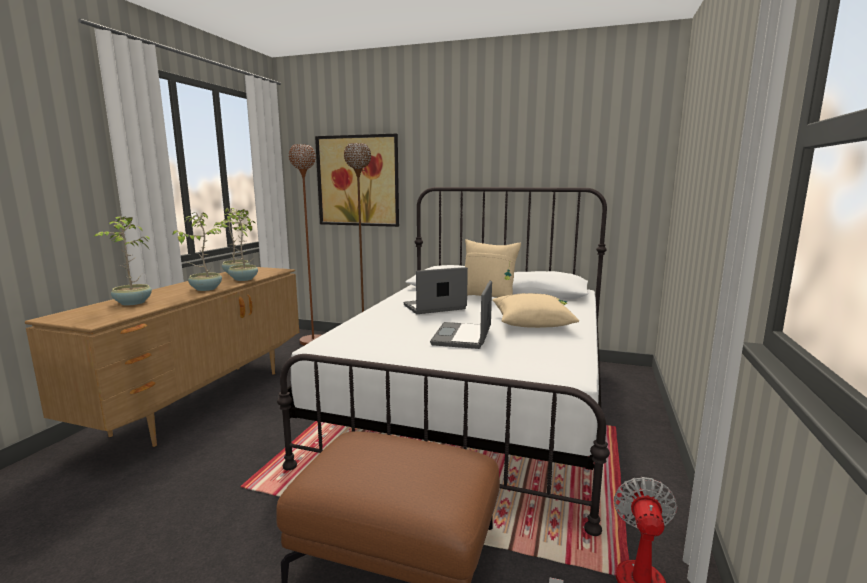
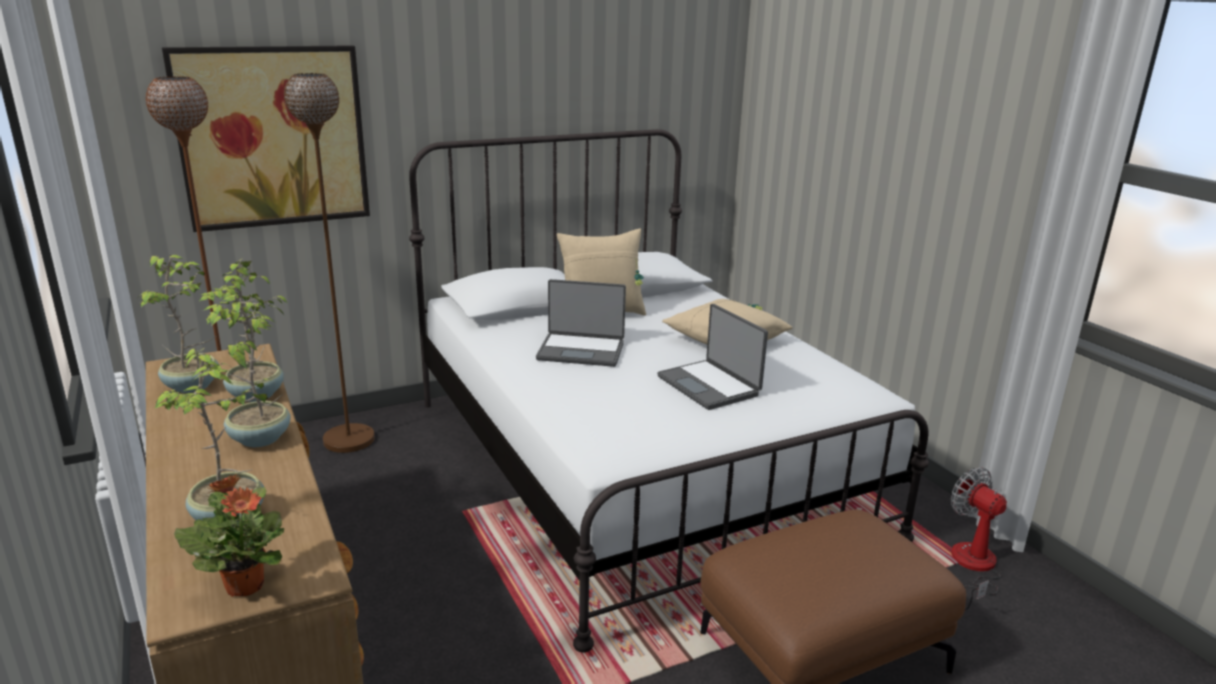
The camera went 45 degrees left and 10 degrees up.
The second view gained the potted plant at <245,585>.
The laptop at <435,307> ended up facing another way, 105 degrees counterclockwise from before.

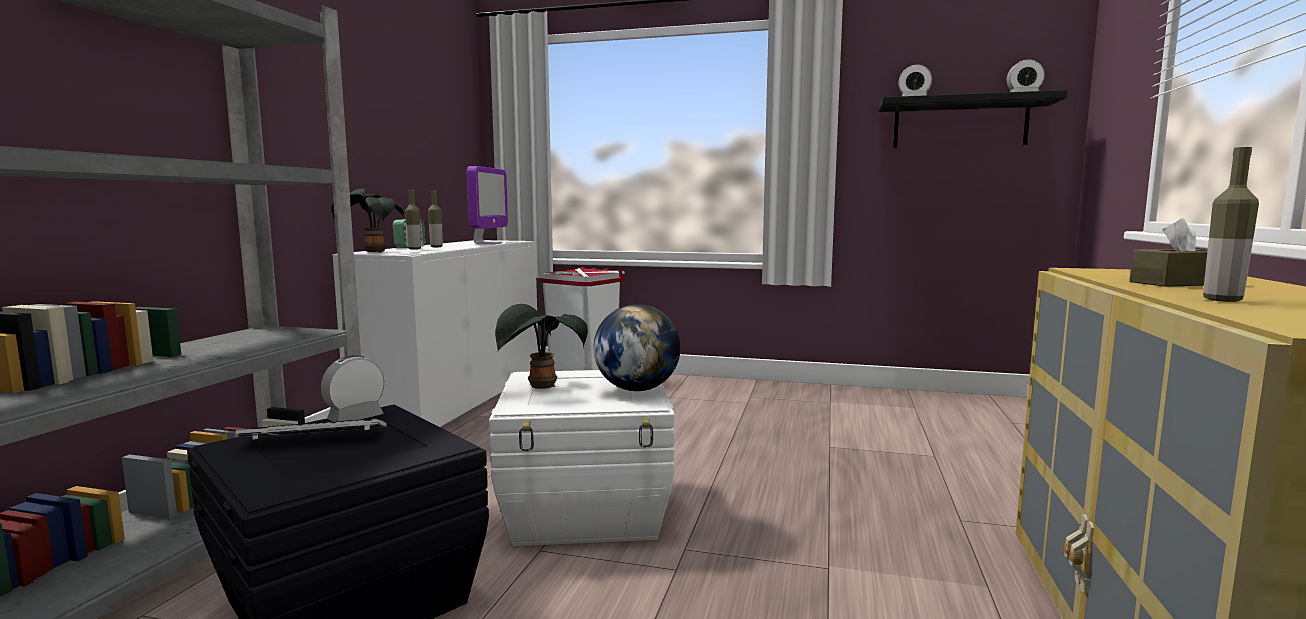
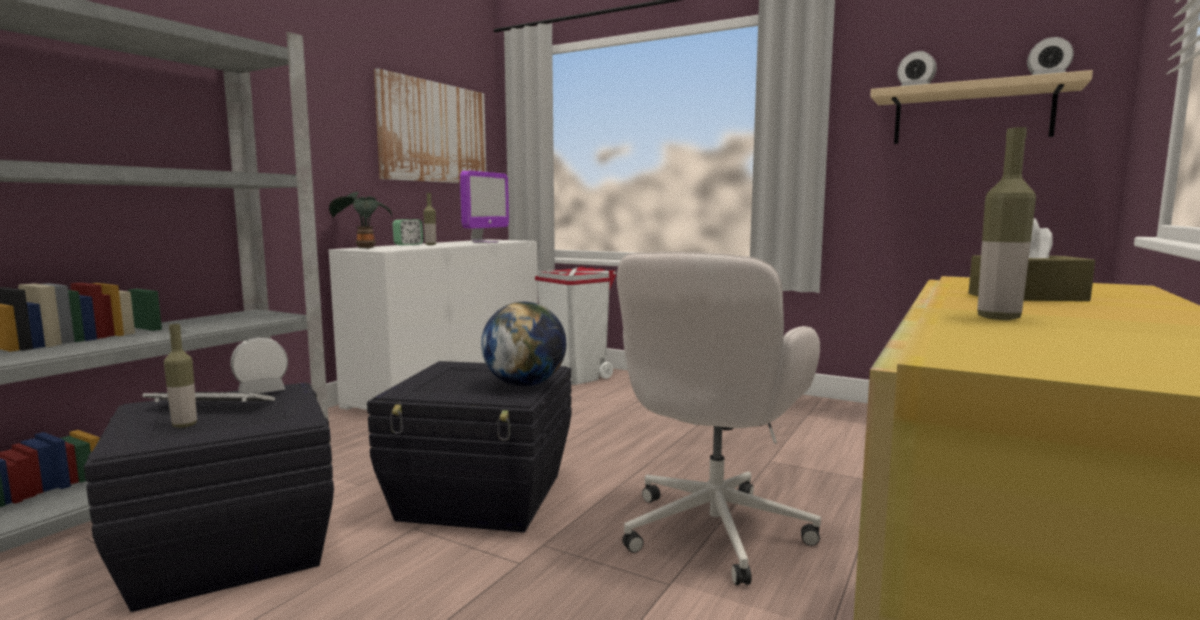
The camera went 15 degrees right and 0 degrees up.
The second view lost the potted plant at <540,387>.
The second view gained the wall picture at <434,132>.
The second view gained the whitish computer chair at <714,531>.
The beverage bottle ended up elsewhere, having gone from <414,249> to <184,425>.
What was the whitish storage box at <587,511> turned into the black-coloured storage box at <483,497>.
What was the black-coloured shelf at <959,124> turned into the sand-coloured shelf at <971,115>.

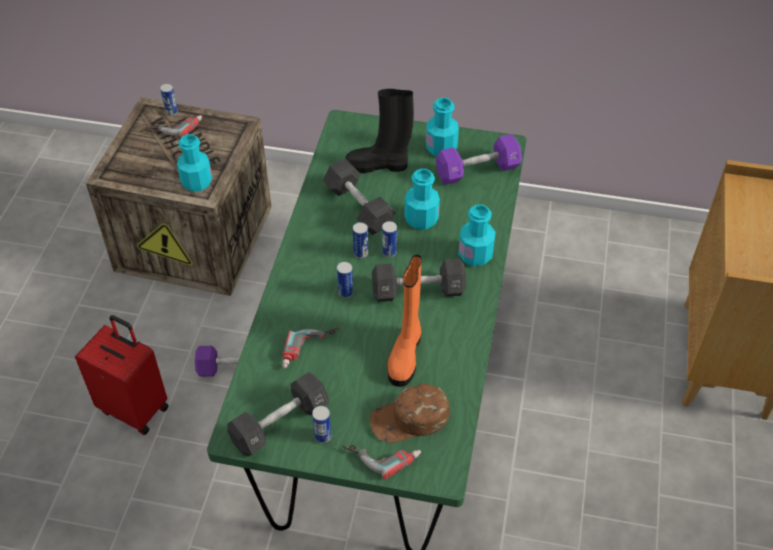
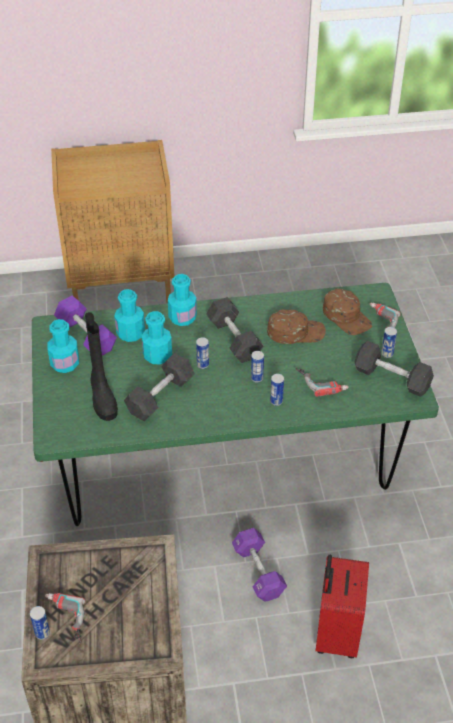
The camera went 110 degrees left and 5 degrees down.
The blue-green beverage bottle ended up elsewhere, having gone from <197,182> to <130,333>.
The can ended up elsewhere, having gone from <361,253> to <276,401>.
Where the orange tall boot stood at <405,354>, the brown-coloured baseball cap came to stand at <296,331>.

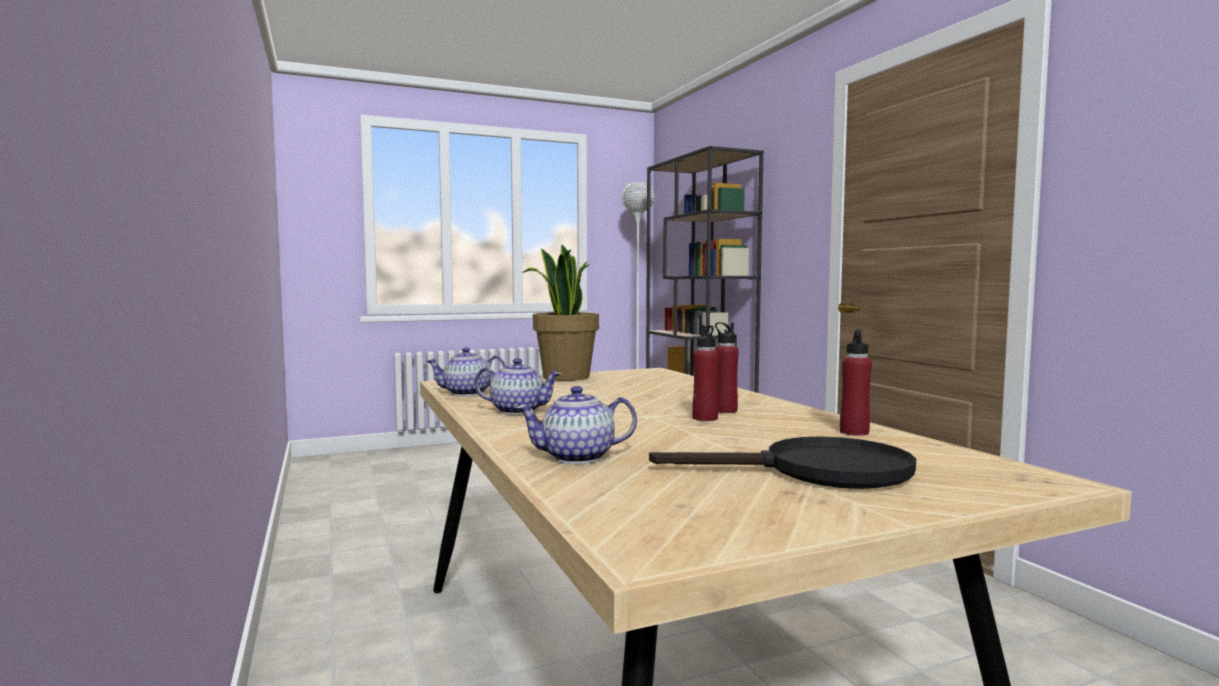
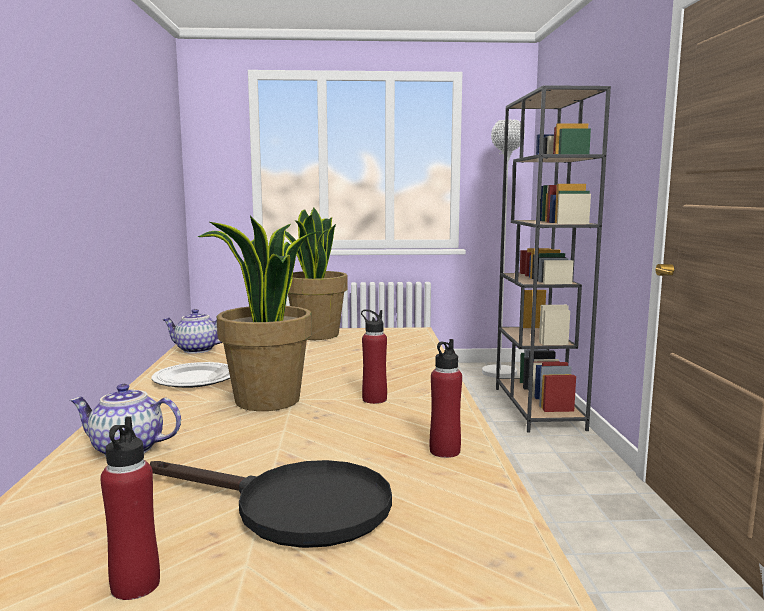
The camera went 20 degrees right and 5 degrees up.
The second view gained the potted plant at <267,401>.
The red beverage bottle ended up elsewhere, having gone from <705,418> to <135,585>.
Where the tea pot stood at <518,411>, the dinner plate came to stand at <195,378>.

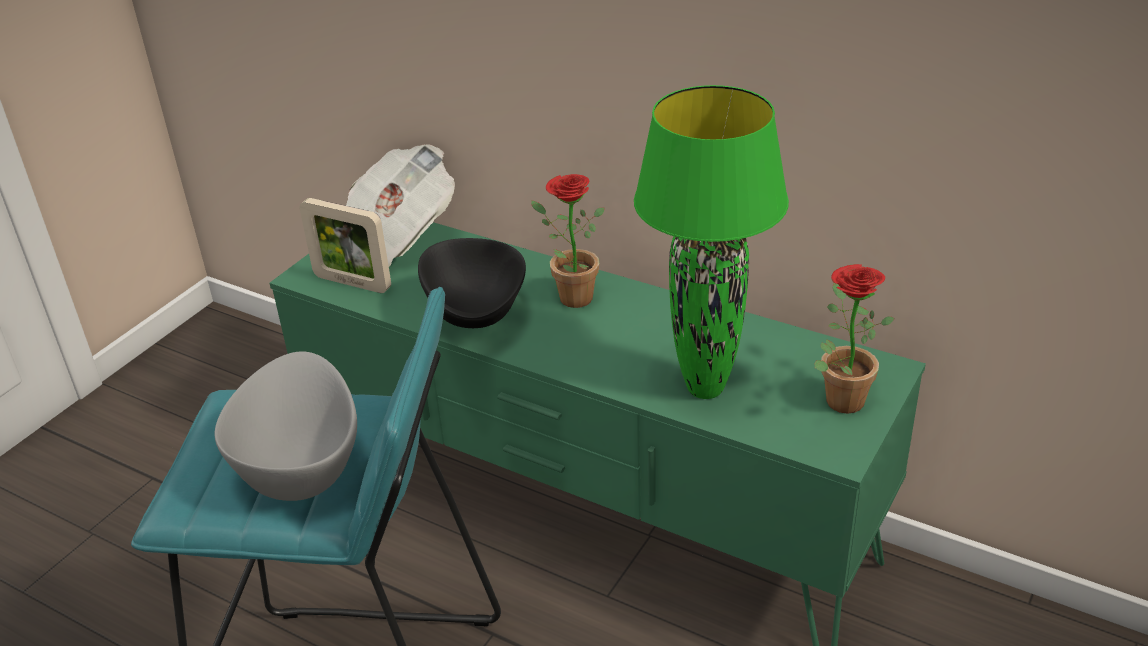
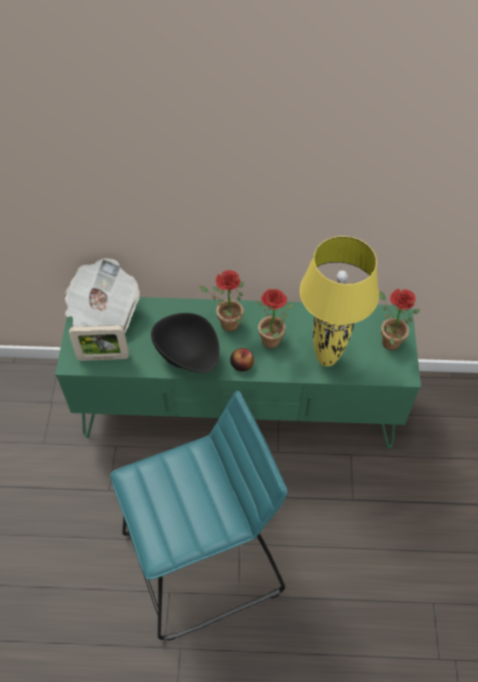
The camera went 30 degrees left and 20 degrees up.
The second view lost the grey deep dish at <302,465>.
The second view gained the whole apple at <242,364>.
The second view gained the potted plant at <273,344>.
What was the green-coloured tabletop lamp at <706,388> turned into the yellow tabletop lamp at <327,359>.

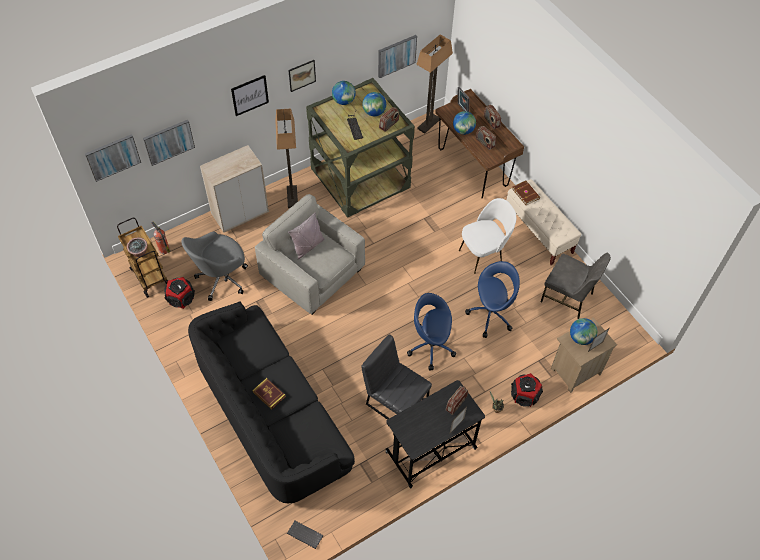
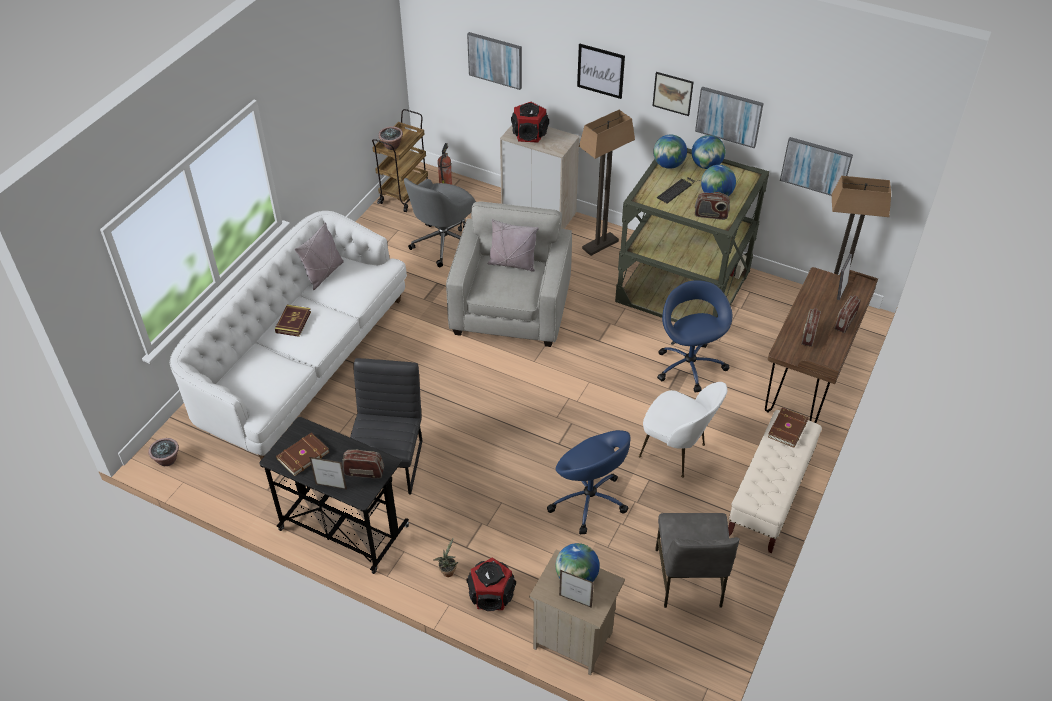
The camera went 60 degrees right and 10 degrees down.
The second view gained the brown-coloured book at <302,455>.
The second view gained the purple-coloured pillow at <324,274>.
The wall picture ended up elsewhere, having gone from <113,157> to <729,116>.
The speaker ended up elsewhere, having gone from <181,298> to <529,134>.
The blue-coloured computer chair ended up elsewhere, having gone from <430,346> to <689,366>.
The world globe ended up elsewhere, having gone from <463,130> to <668,165>.
Where the keyboard stood at <304,535>, the potted plant came to stand at <167,460>.
What was the black-coloured couch at <271,414> turned into the whitish couch at <302,362>.
The grey computer chair at <221,279> ended up facing another way, 75 degrees counterclockwise from before.

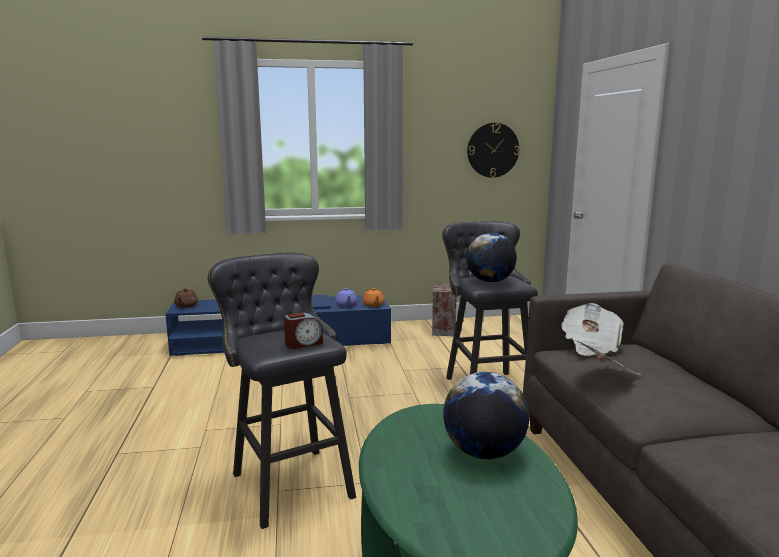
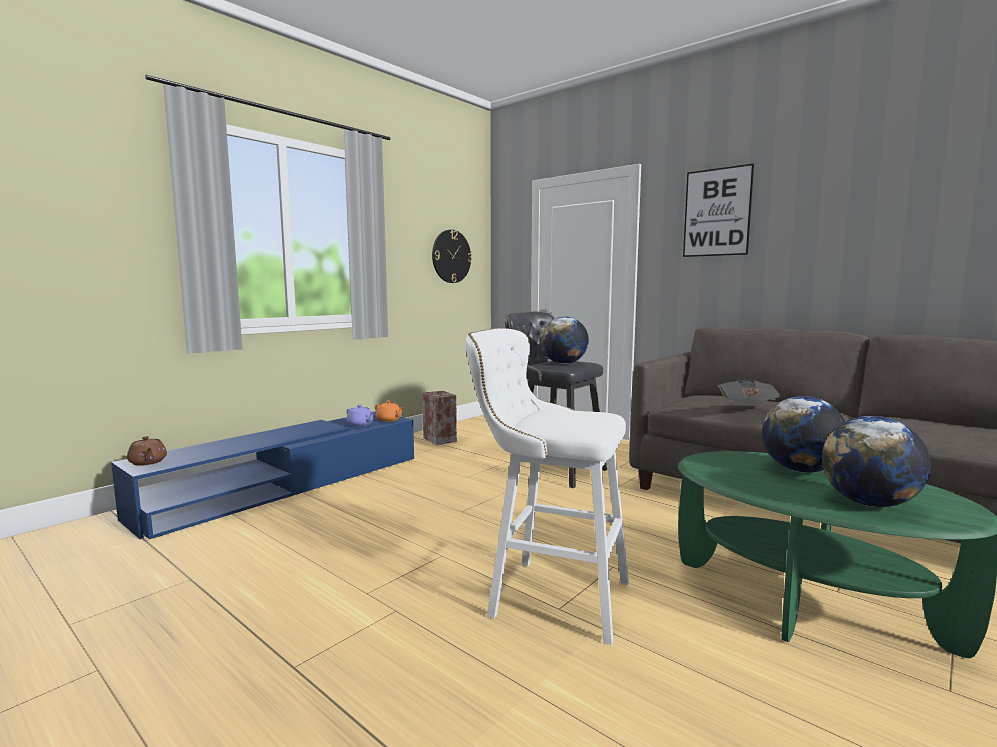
The camera went 40 degrees left and 5 degrees down.
The second view lost the alarm clock at <303,343>.
The second view lost the printed paper at <590,345>.
The second view gained the wall picture at <717,212>.
The second view gained the world globe at <869,503>.
What was the black-coloured sitting stool at <287,477> turned into the whitish sitting stool at <543,594>.

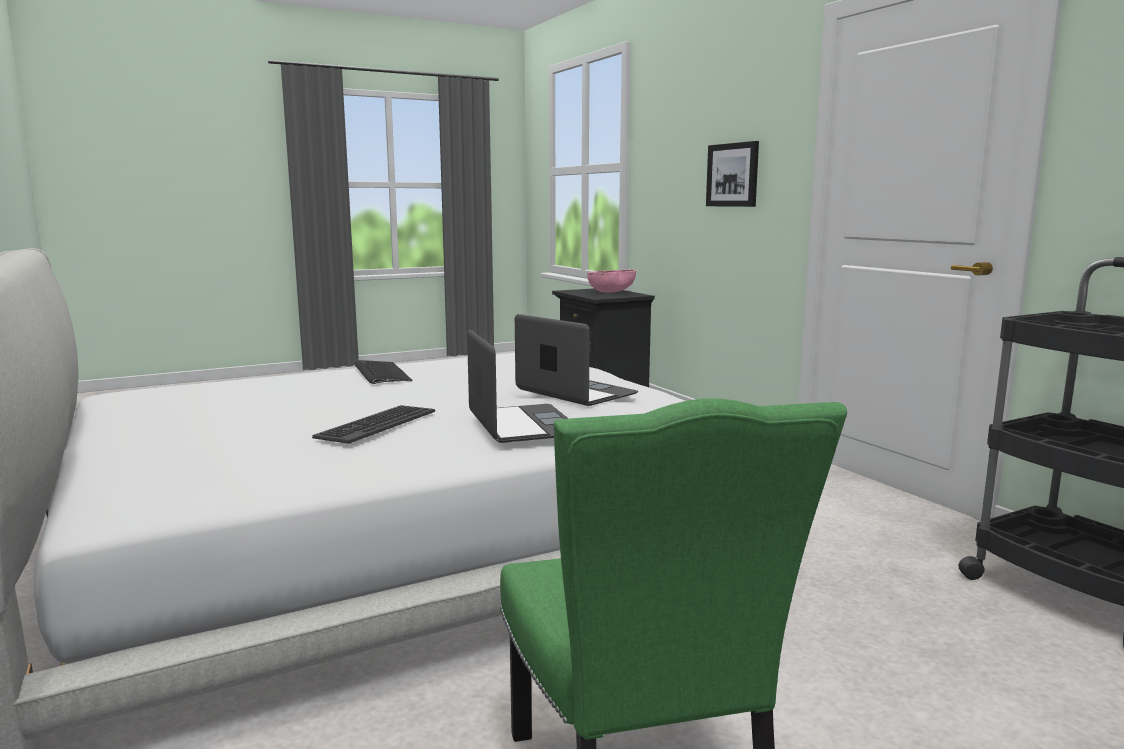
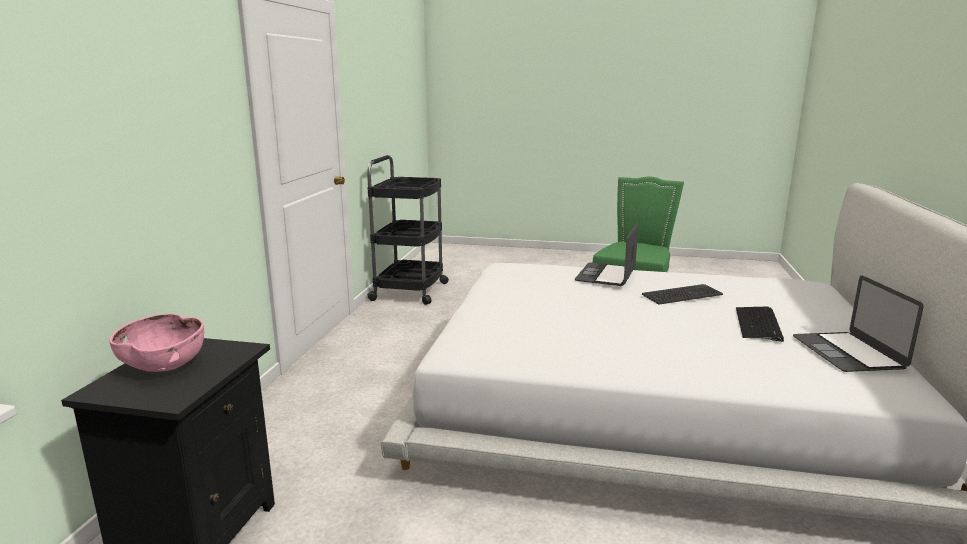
The camera went 140 degrees left and 5 degrees up.
The second view lost the wall picture at <733,175>.
The keyboard ended up elsewhere, having gone from <381,373> to <758,324>.
The laptop ended up elsewhere, having gone from <575,392> to <848,352>.

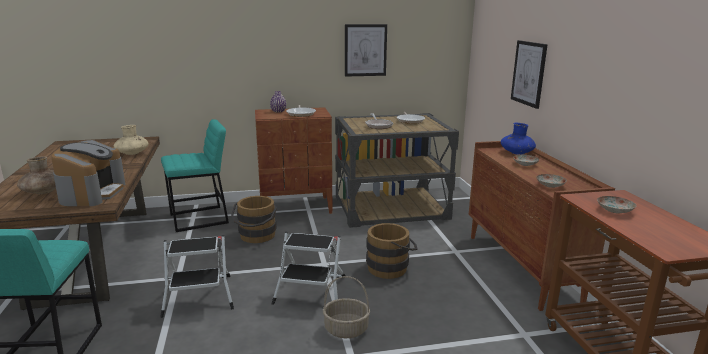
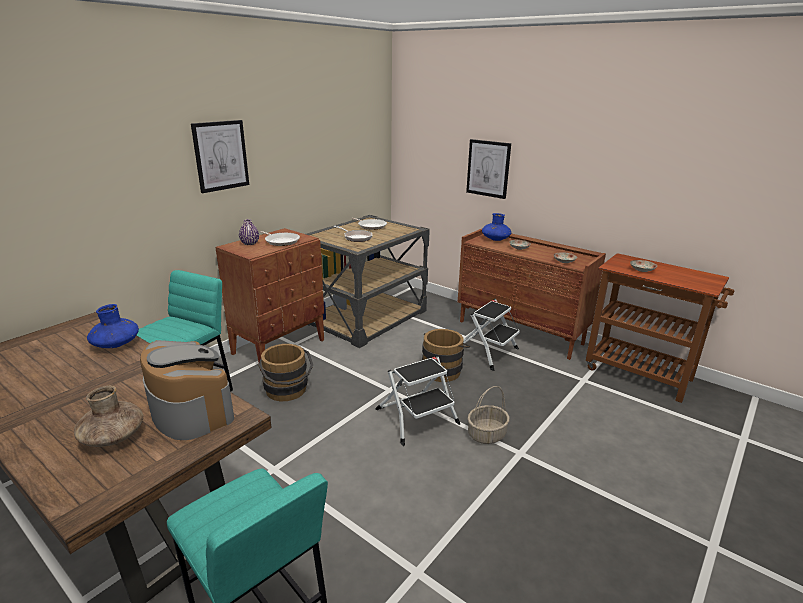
The camera went 40 degrees left and 5 degrees up.
The step ladder ended up elsewhere, having gone from <199,295> to <485,351>.
The wall picture ended up elsewhere, having gone from <365,50> to <221,156>.
What was the sand-coloured flower vase at <132,153> turned into the blue-coloured flower vase at <116,344>.

